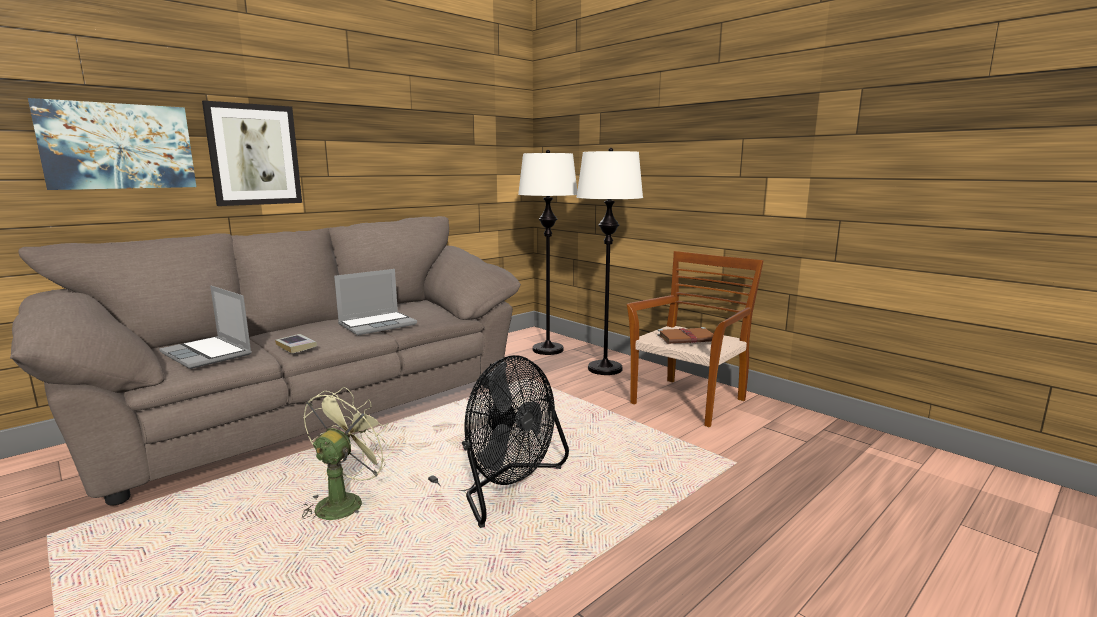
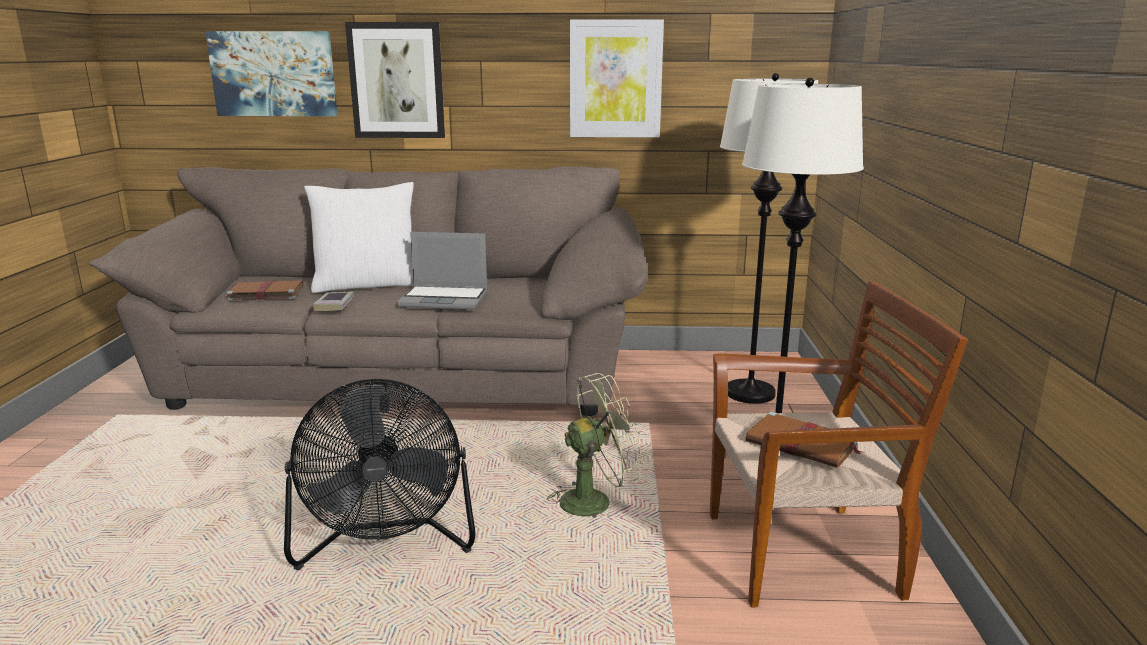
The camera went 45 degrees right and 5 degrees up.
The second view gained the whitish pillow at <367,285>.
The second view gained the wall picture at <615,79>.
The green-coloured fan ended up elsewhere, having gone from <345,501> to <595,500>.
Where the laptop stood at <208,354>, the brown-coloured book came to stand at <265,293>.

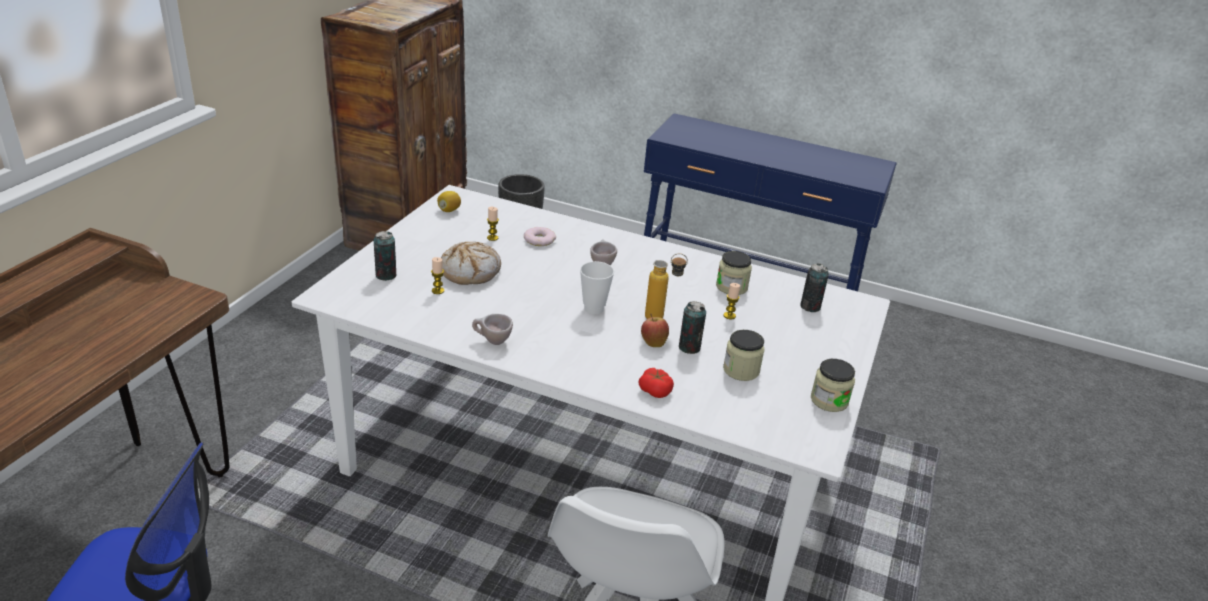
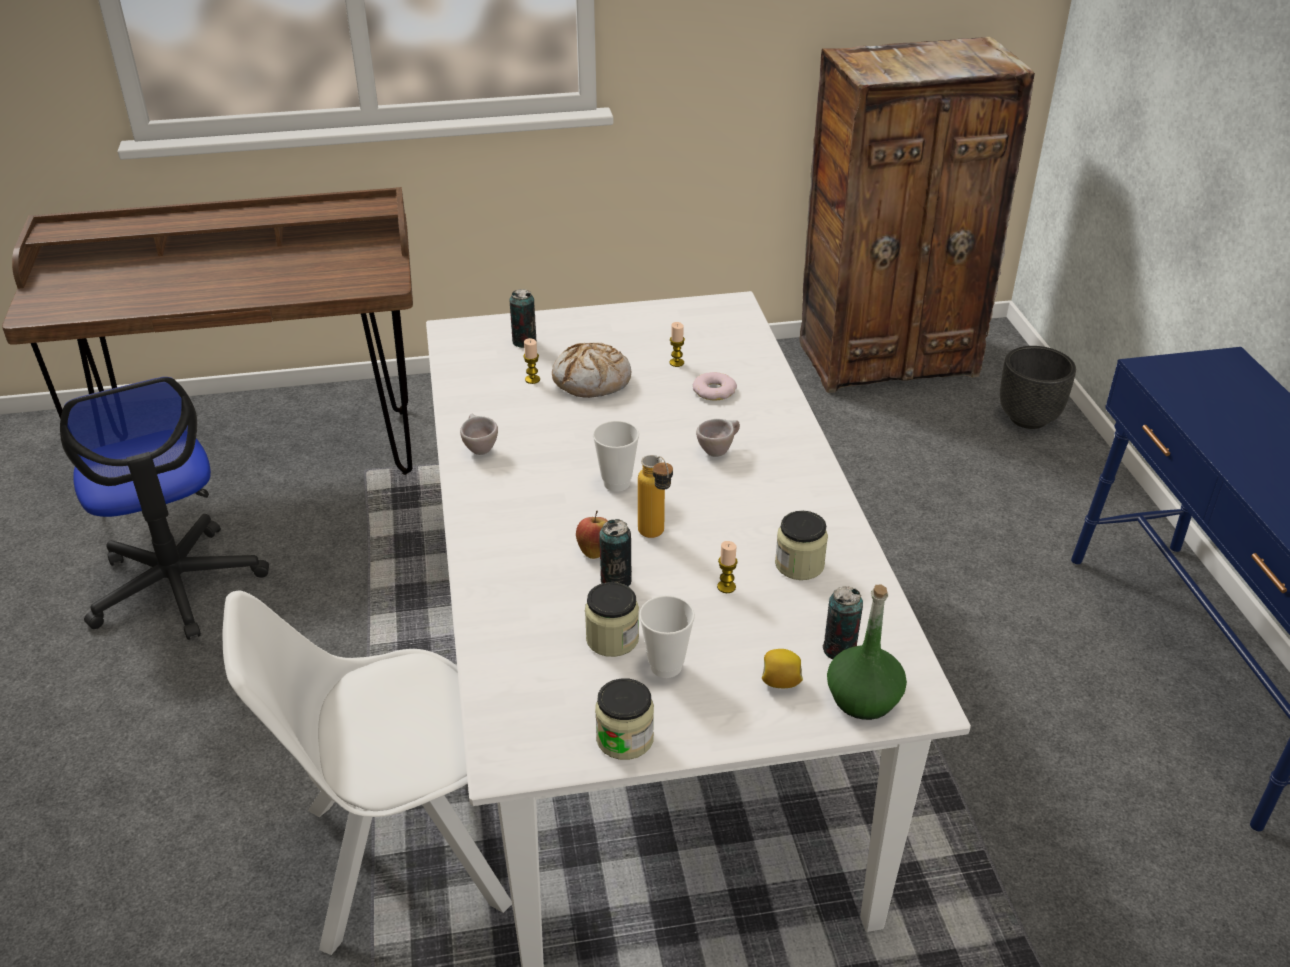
The camera went 60 degrees right and 5 degrees up.
The second view lost the tomato at <655,390>.
The second view gained the cup at <666,666>.
The second view gained the green-coloured beverage bottle at <864,698>.
The citrus fruit ended up elsewhere, having gone from <449,210> to <780,682>.

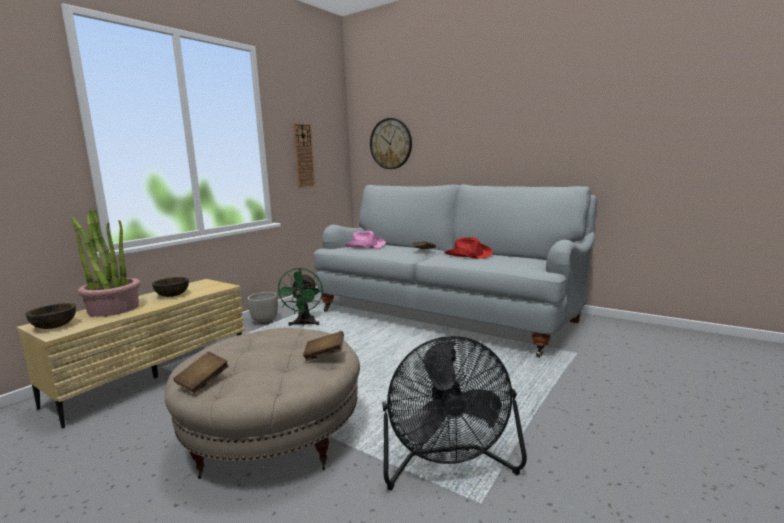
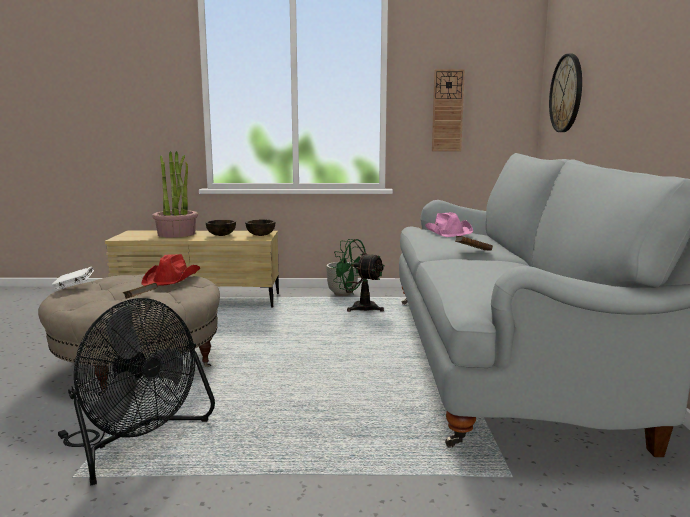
The camera went 55 degrees right and 0 degrees up.
The brown-coloured deep dish ended up elsewhere, having gone from <55,326> to <261,235>.
The red wearable hat ended up elsewhere, having gone from <467,254> to <172,278>.
What was the brown-coloured book at <203,382> turned into the whitish book at <74,287>.
The green-coloured fan at <304,324> ended up facing another way, 60 degrees clockwise from before.
The black-coloured fan at <443,464> ended up facing another way, 105 degrees counterclockwise from before.

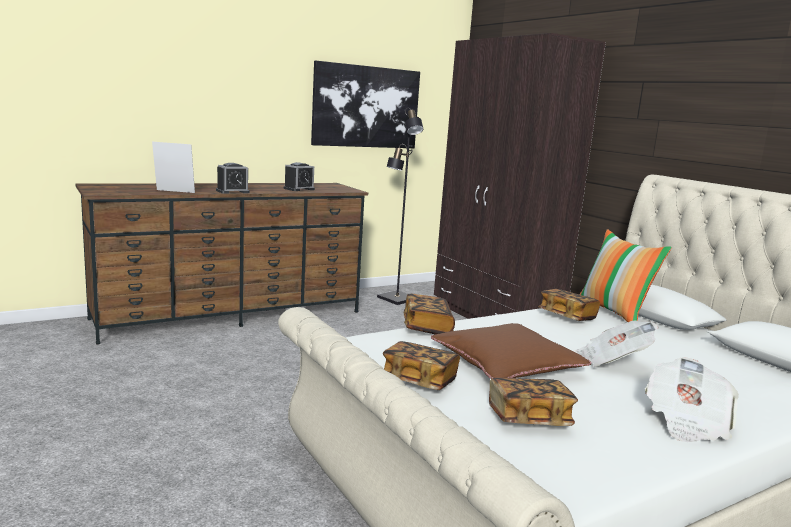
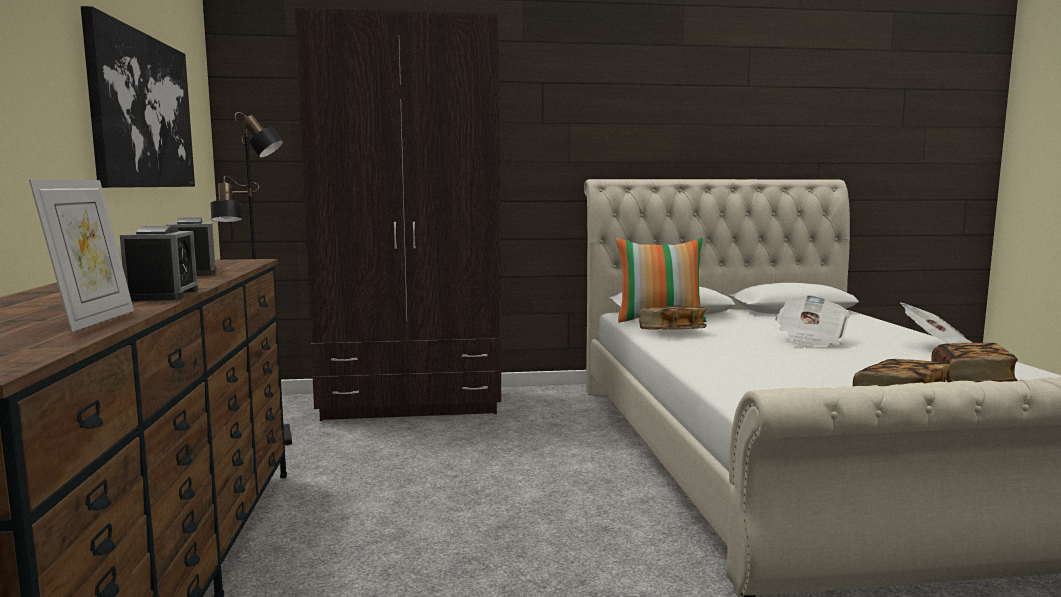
The camera went 65 degrees left and 5 degrees down.
The second view lost the book at <427,327>.
The second view lost the brown-coloured pillow at <507,363>.
The picture frame at <174,192> ended up facing another way, 150 degrees clockwise from before.

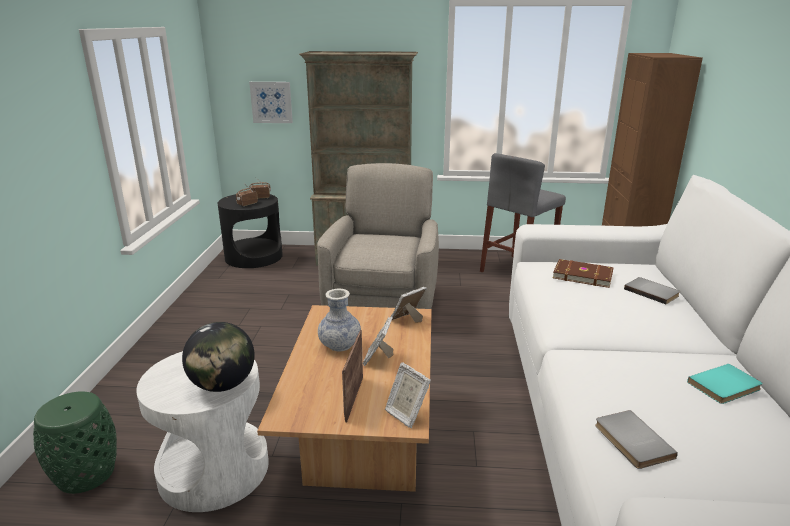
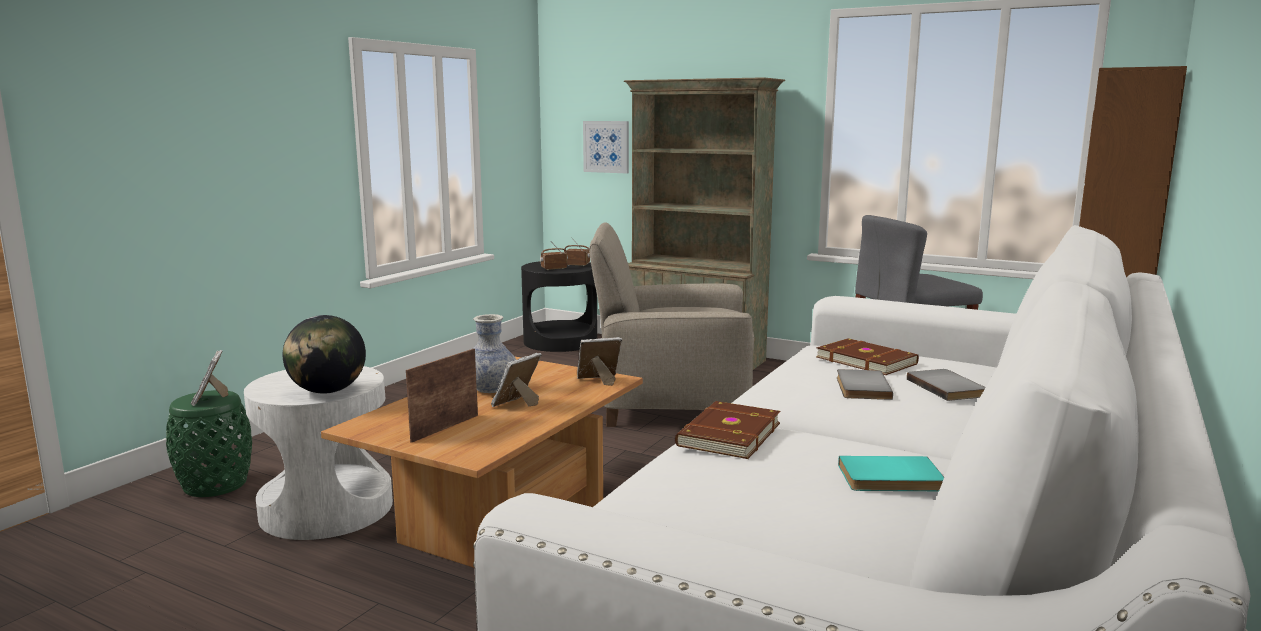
The camera went 25 degrees right and 10 degrees down.
The second view gained the brown-coloured book at <727,434>.
The picture frame ended up elsewhere, having gone from <406,414> to <210,399>.
The grey book ended up elsewhere, having gone from <631,441> to <860,387>.
The sand-coloured lounge chair at <383,301> ended up facing another way, 120 degrees counterclockwise from before.

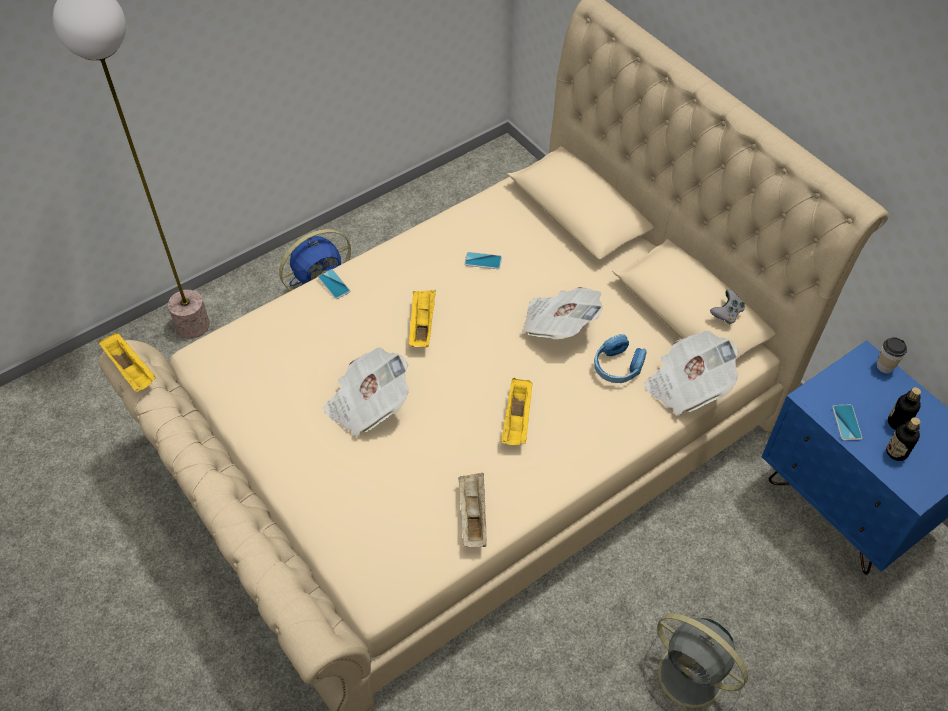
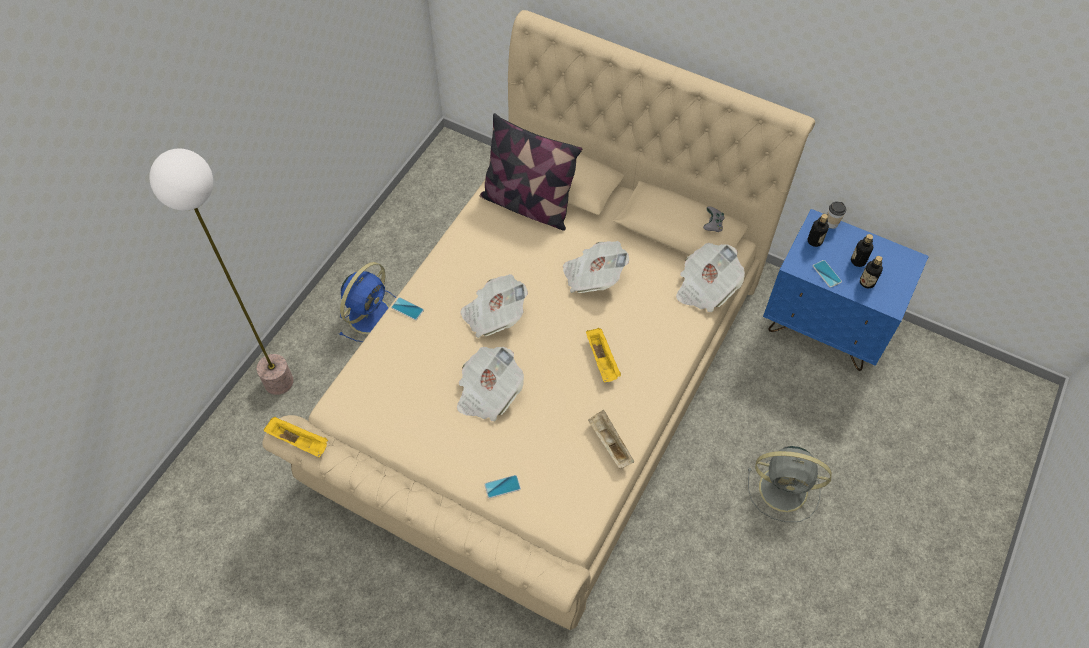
The camera went 25 degrees left and 5 degrees up.
The second view lost the blue-coloured headset at <618,367>.
The second view gained the pillow at <527,204>.
The second view gained the beverage bottle at <814,241>.
The phone ended up elsewhere, having gone from <483,261> to <502,486>.
Where the yellow carrying tray stood at <422,325>, the printed paper came to stand at <494,315>.

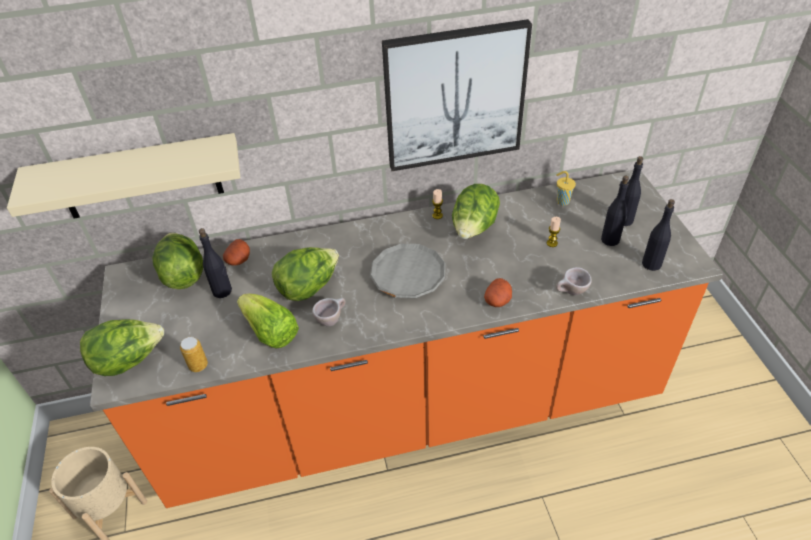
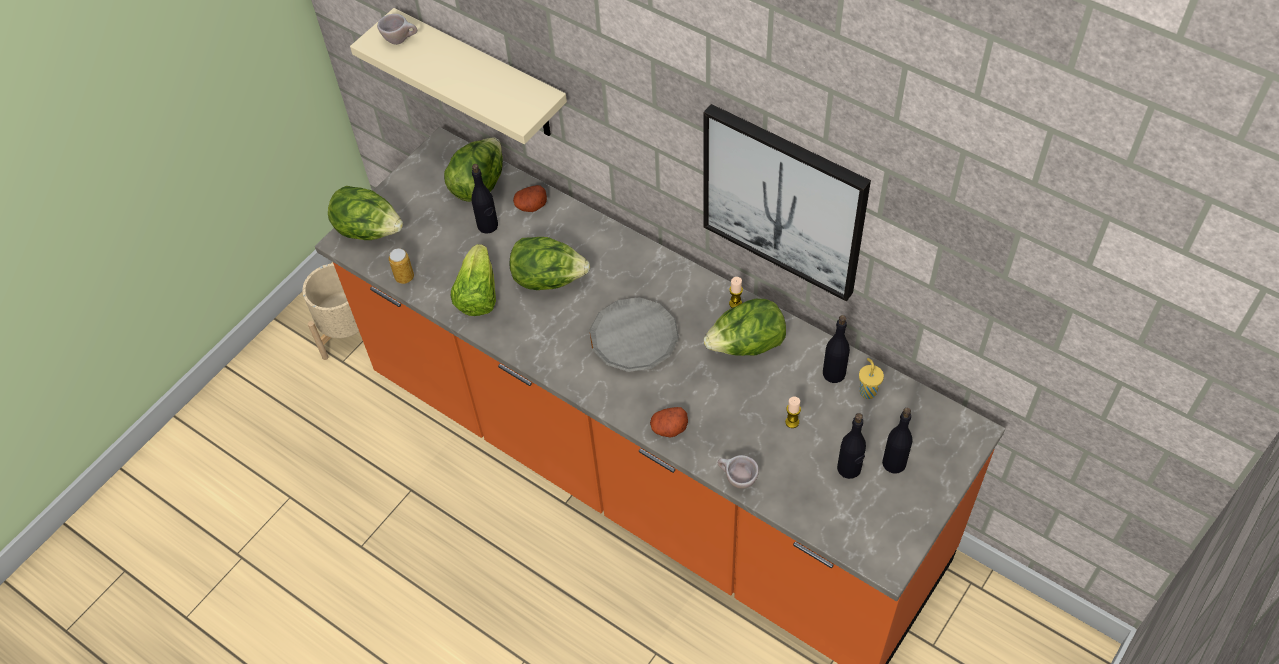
The camera went 50 degrees right and 10 degrees up.
The sand-coloured cup ended up elsewhere, having gone from <332,319> to <401,40>.
The black-coloured beverage bottle ended up elsewhere, having gone from <651,264> to <834,373>.

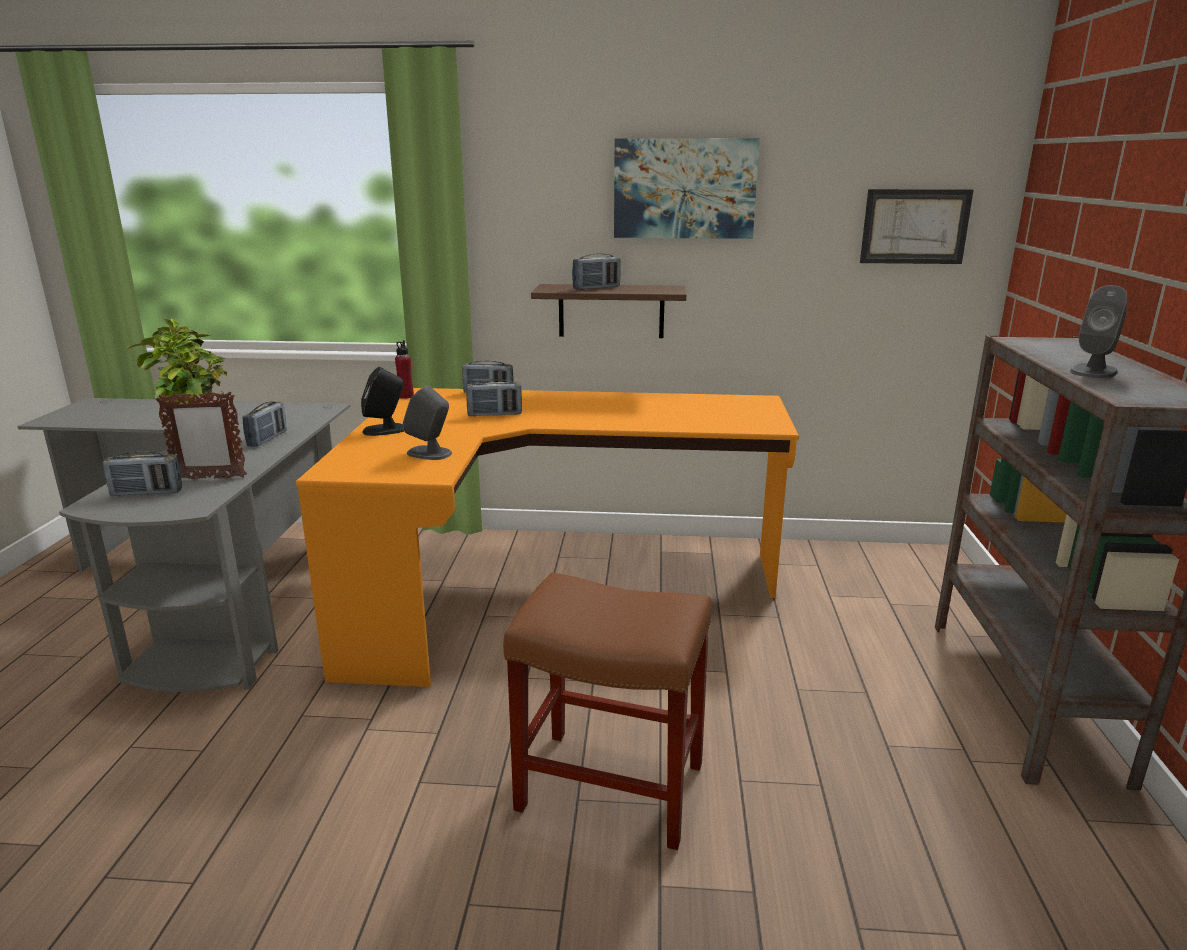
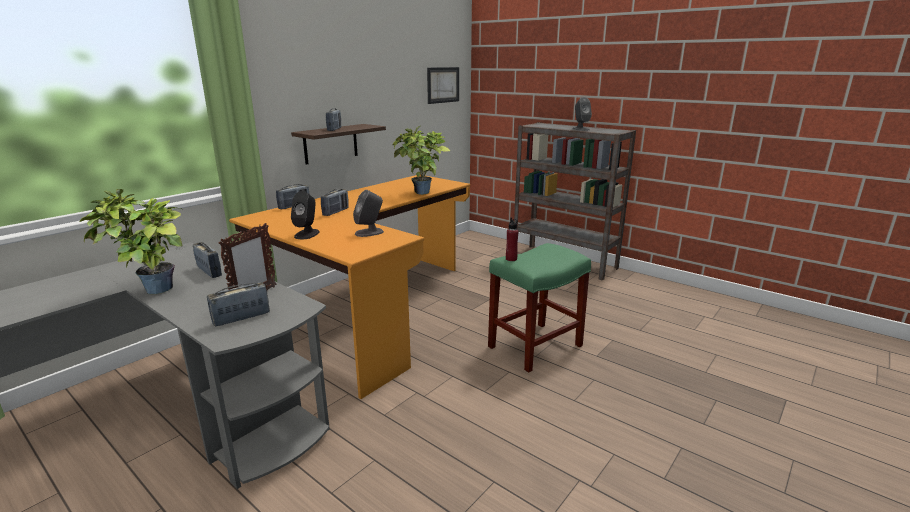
The camera went 55 degrees left and 0 degrees up.
The second view lost the wall picture at <684,189>.
The second view gained the potted plant at <421,194>.
The red beverage bottle ended up elsewhere, having gone from <406,396> to <511,259>.
What was the brown-coloured sitting stool at <608,786> turned into the green-coloured sitting stool at <534,347>.
The radio at <147,493> ended up facing another way, 150 degrees counterclockwise from before.

